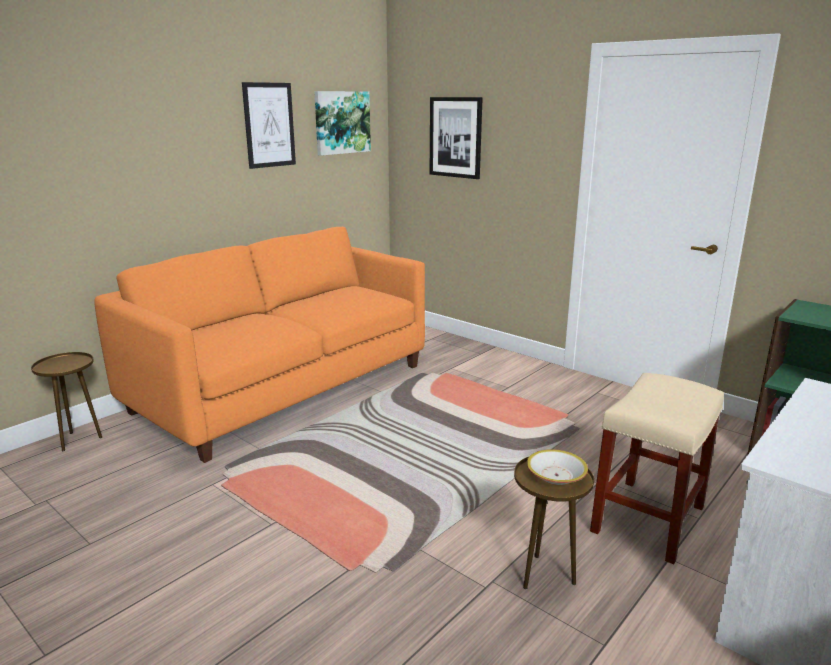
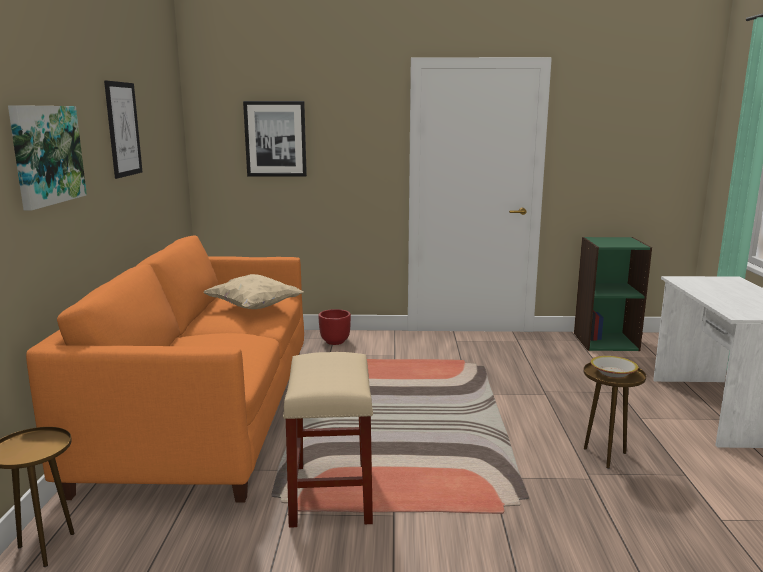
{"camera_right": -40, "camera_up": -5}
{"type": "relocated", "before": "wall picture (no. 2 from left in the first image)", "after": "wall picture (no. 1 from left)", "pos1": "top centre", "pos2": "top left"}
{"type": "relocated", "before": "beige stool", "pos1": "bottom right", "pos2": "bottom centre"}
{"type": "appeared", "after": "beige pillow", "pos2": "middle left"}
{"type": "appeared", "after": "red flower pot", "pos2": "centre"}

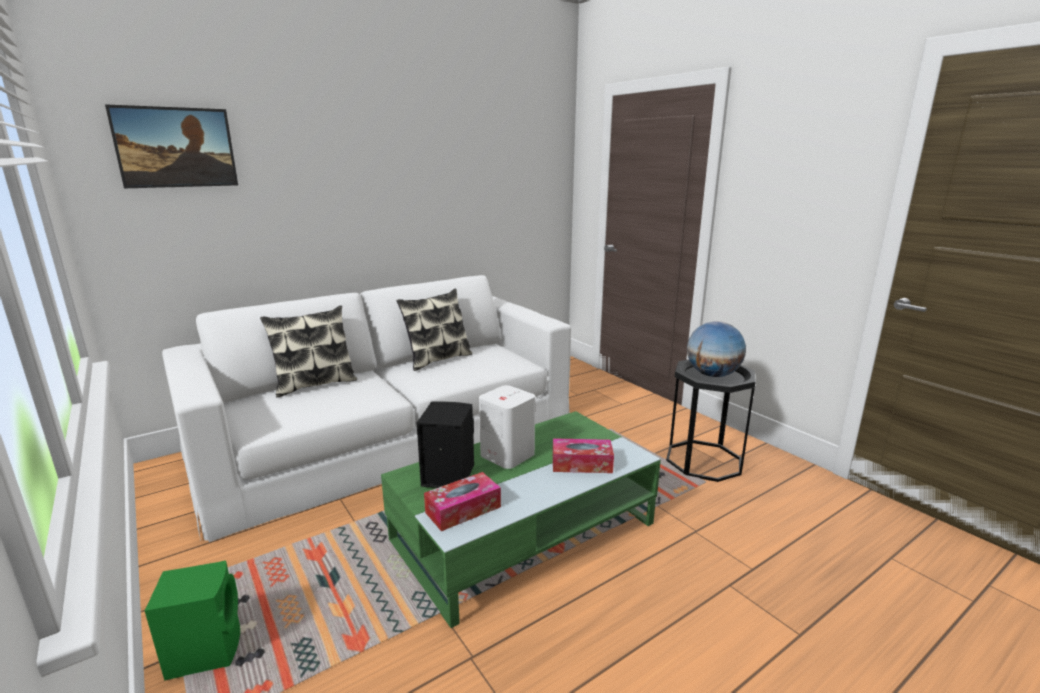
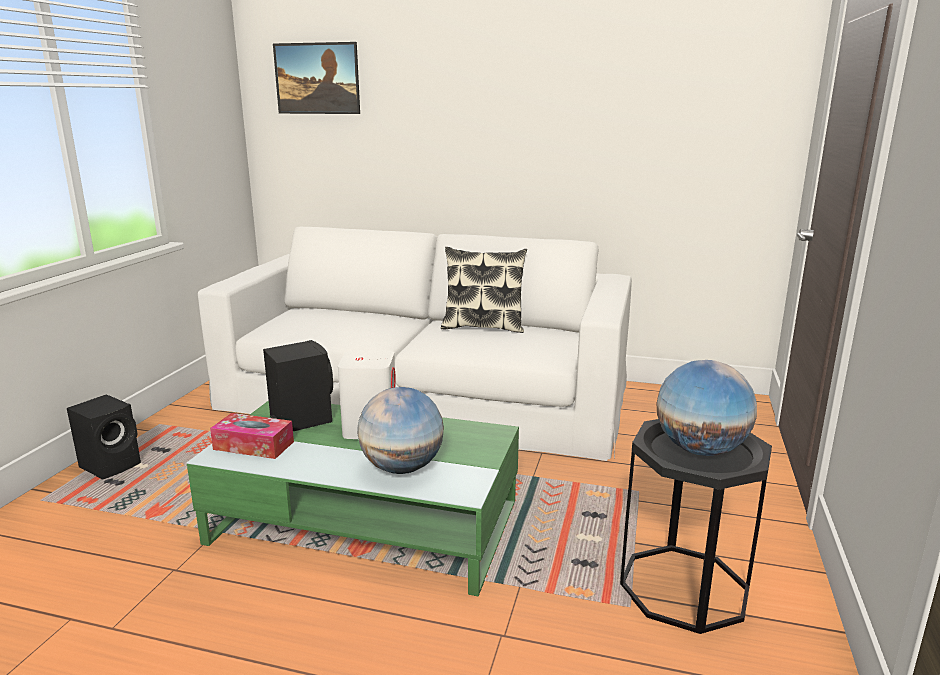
{"camera_right": 50, "camera_up": 0}
{"type": "missing", "before": "pillow (no. 1 from left)", "pos1": "middle left"}
{"type": "exchanged", "before": "tissue holder (no. 2 from left)", "after": "desk globe (no. 1 from left)", "pos1": "centre", "pos2": "centre"}
{"type": "colour", "before": "green loudspeaker", "after": "blackish loudspeaker (no. 1 from left)", "pos1": "bottom left", "pos2": "middle left"}

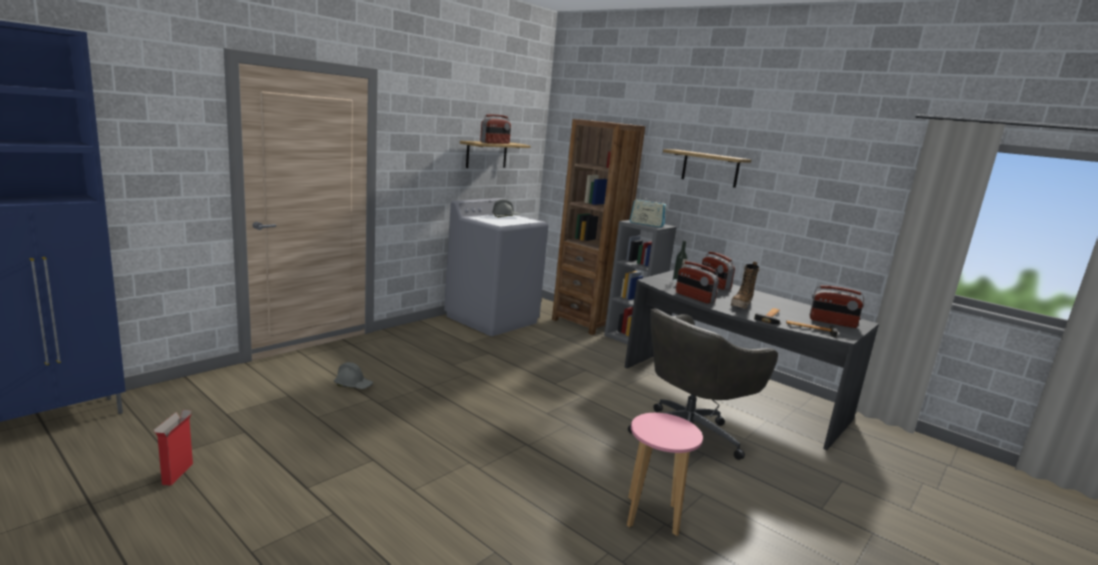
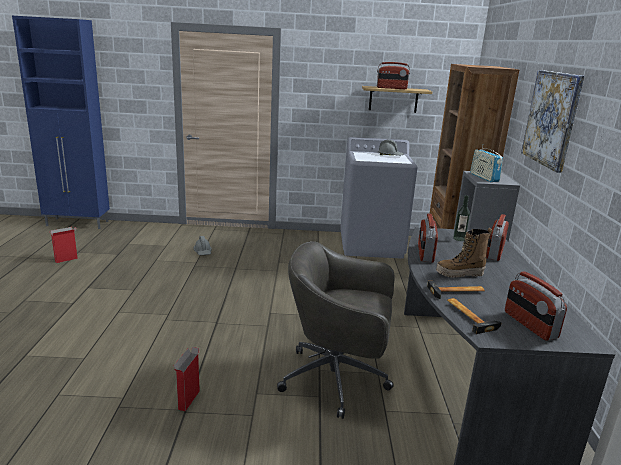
{"camera_right": 50, "camera_up": 5}
{"type": "exchanged", "before": "shelf (no. 2 from left)", "after": "wall picture", "pos1": "top centre", "pos2": "top right"}
{"type": "exchanged", "before": "pink-coloured stool", "after": "cardboard box (no. 2 from left)", "pos1": "bottom centre", "pos2": "bottom left"}

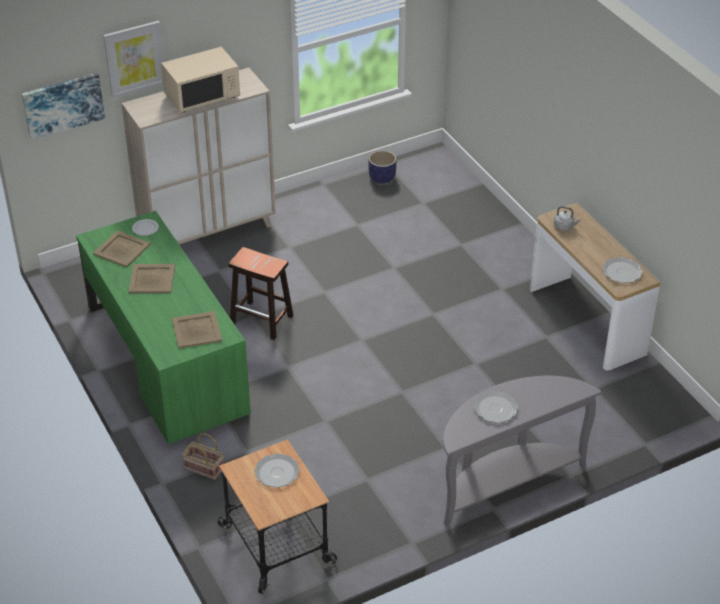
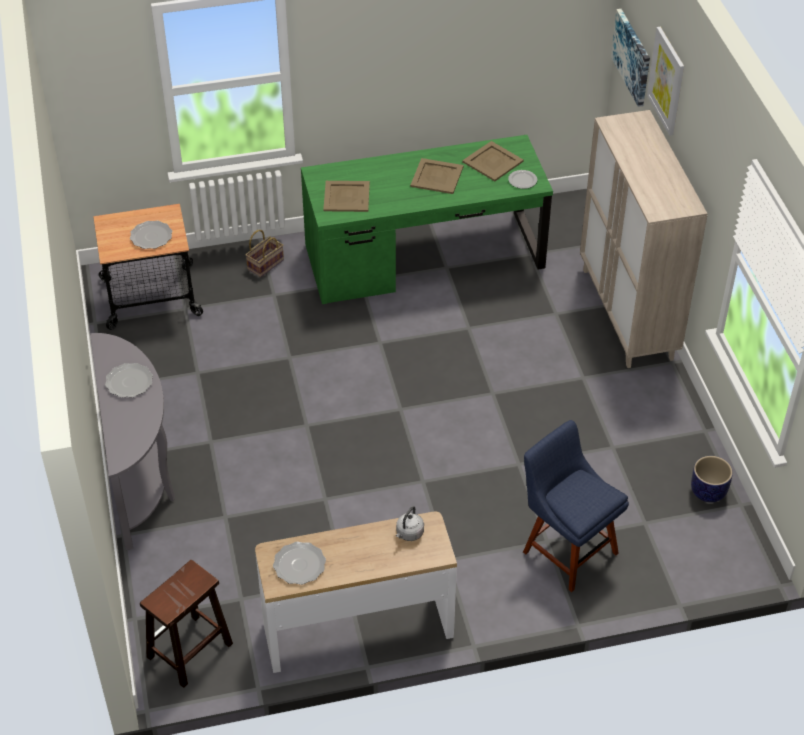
{"camera_right": 105, "camera_up": 5}
{"type": "missing", "before": "beige microwave oven", "pos1": "top left"}
{"type": "relocated", "before": "brownish stool", "pos1": "centre", "pos2": "bottom left"}
{"type": "appeared", "after": "blue-coloured chair", "pos2": "bottom right"}

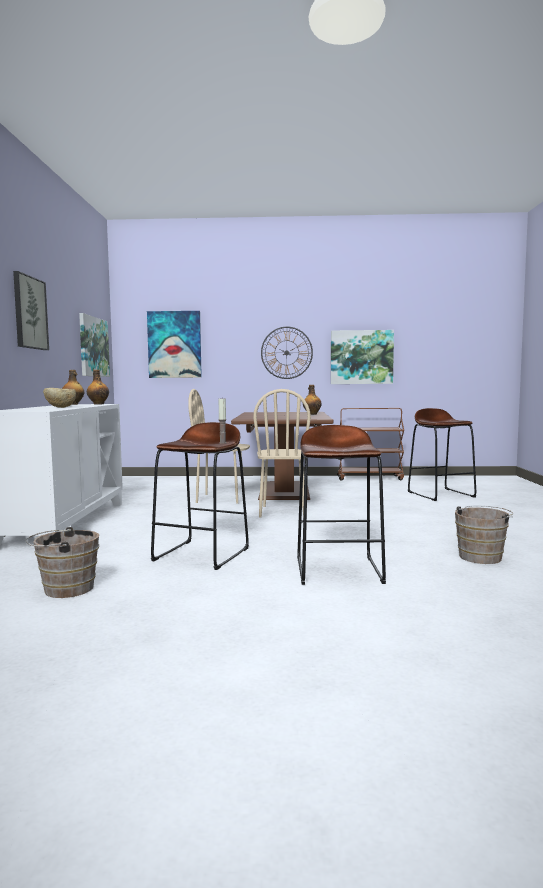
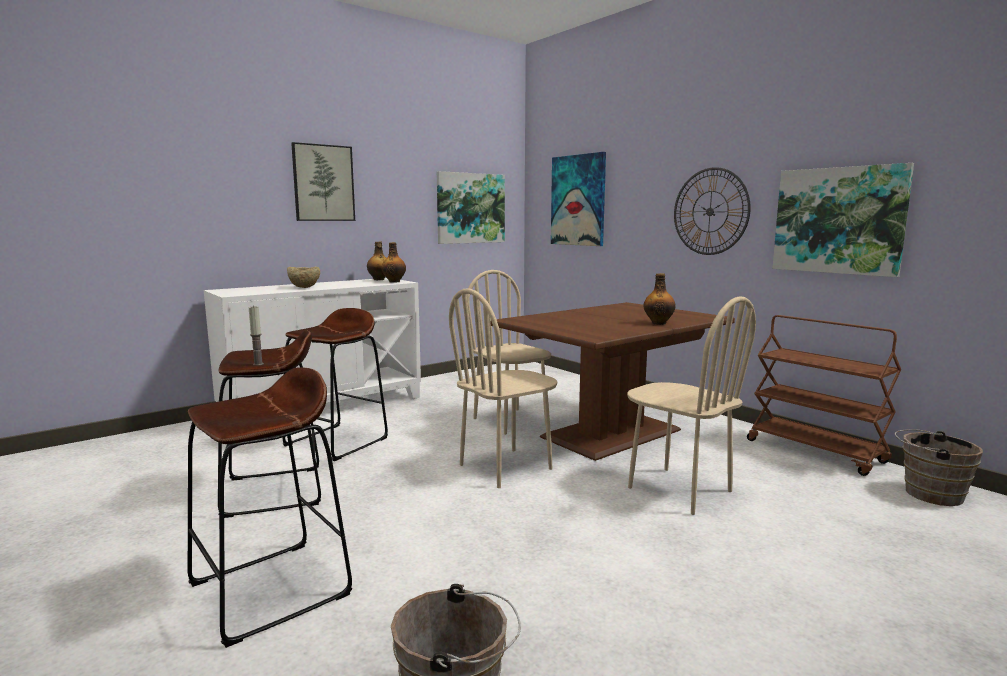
{"camera_right": 50, "camera_up": 5}
{"type": "relocated", "before": "brownish stool (no. 3 from left)", "pos1": "middle right", "pos2": "middle left"}
{"type": "relocated", "before": "brownish water bucket (no. 1 from left in the first image)", "after": "brownish water bucket (no. 2 from left)", "pos1": "middle left", "pos2": "bottom right"}
{"type": "appeared", "after": "beige chair (no. 3 from left)", "pos2": "middle right"}

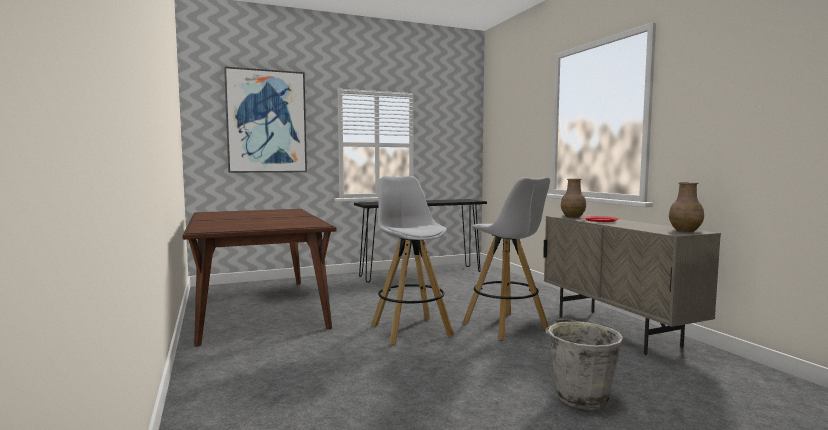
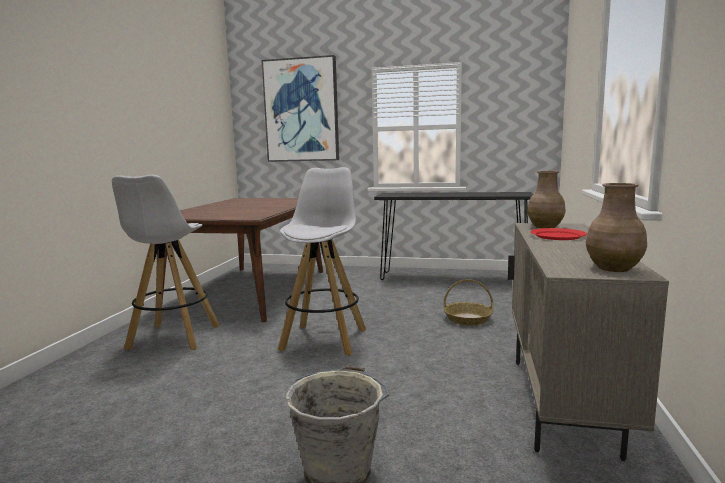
{"camera_right": 35, "camera_up": 5}
{"type": "relocated", "before": "white stool (no. 2 from left in the first image)", "after": "white stool (no. 1 from left)", "pos1": "centre", "pos2": "middle left"}
{"type": "appeared", "after": "household basket", "pos2": "centre"}

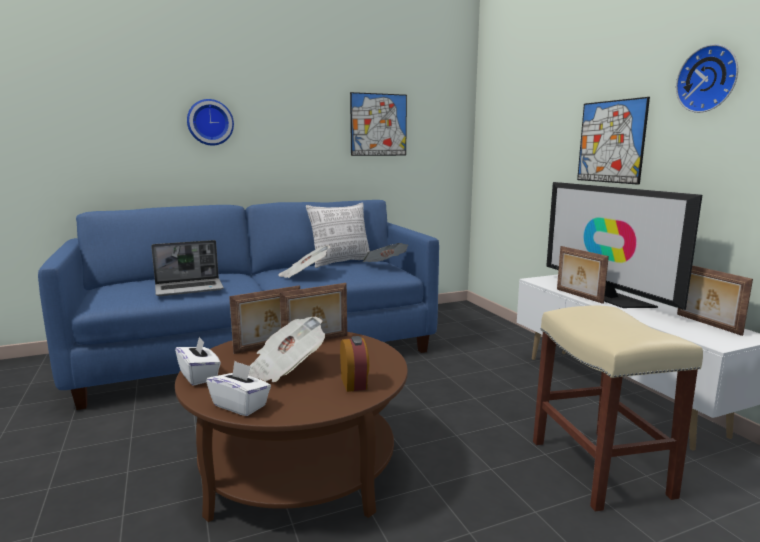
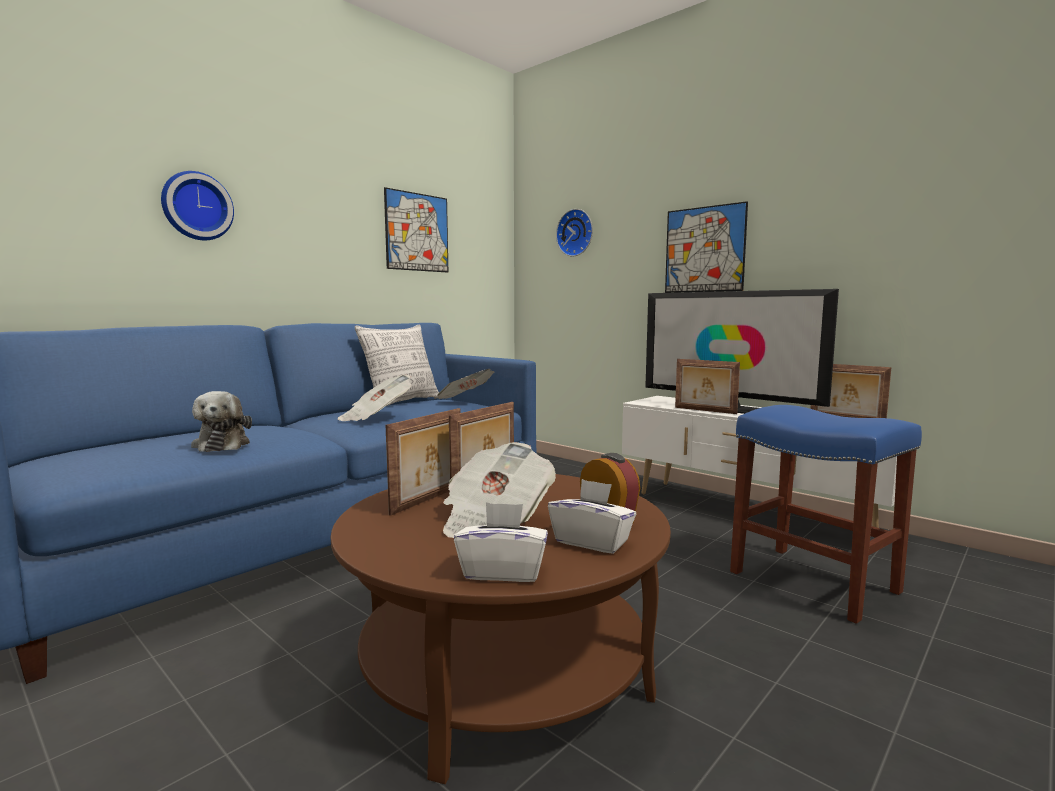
{"camera_right": -25, "camera_up": -5}
{"type": "relocated", "before": "wall clock (no. 2 from left)", "pos1": "top right", "pos2": "top centre"}
{"type": "exchanged", "before": "laptop", "after": "plush toy", "pos1": "middle left", "pos2": "middle left"}
{"type": "colour", "before": "beige stool", "after": "blue-coloured stool", "pos1": "bottom right", "pos2": "middle right"}
{"type": "relocated", "before": "white tissue holder (no. 1 from left in the first image)", "after": "white tissue holder (no. 2 from left)", "pos1": "middle left", "pos2": "centre"}

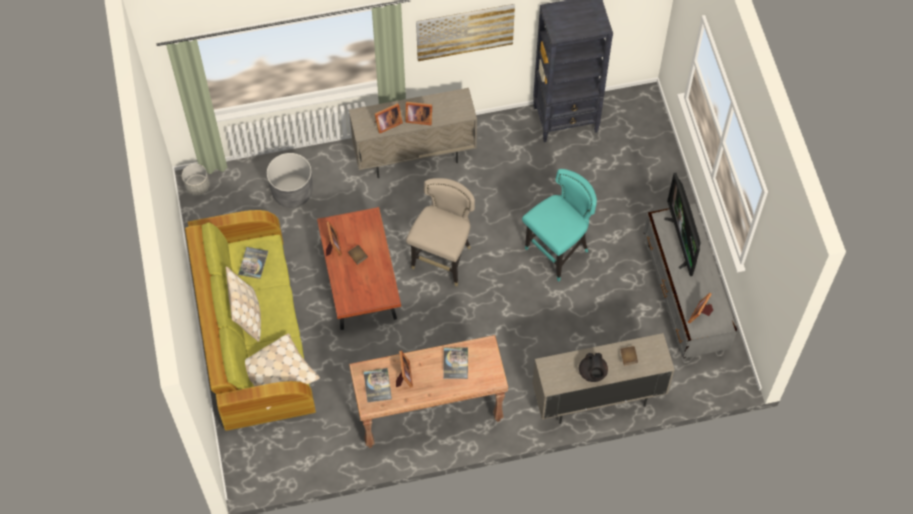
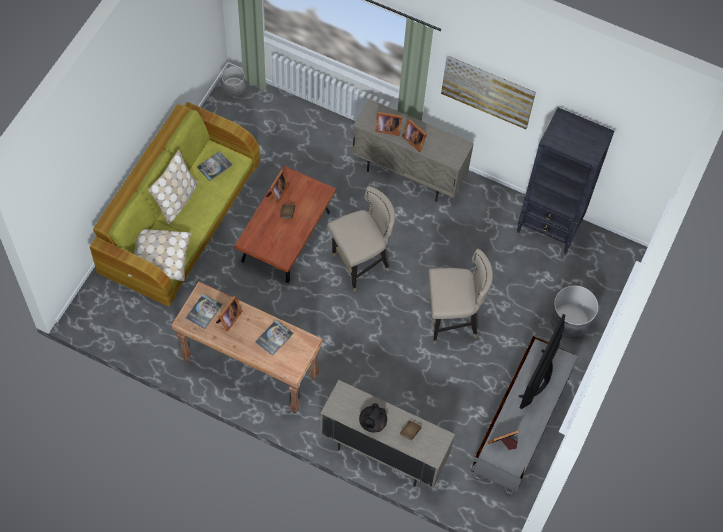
{"camera_right": 35, "camera_up": 0}
{"type": "relocated", "before": "greyish flower pot (no. 2 from left)", "pos1": "middle left", "pos2": "middle right"}
{"type": "colour", "before": "blue-green stool", "after": "beige stool (no. 2 from left)", "pos1": "centre", "pos2": "centre"}

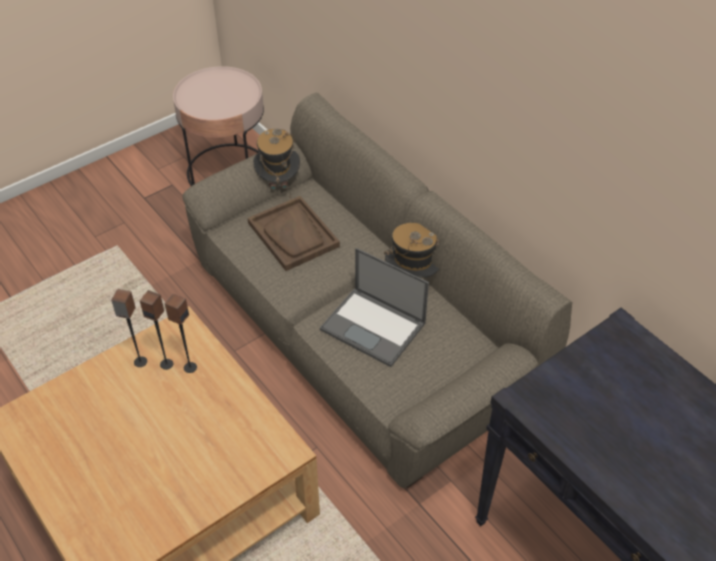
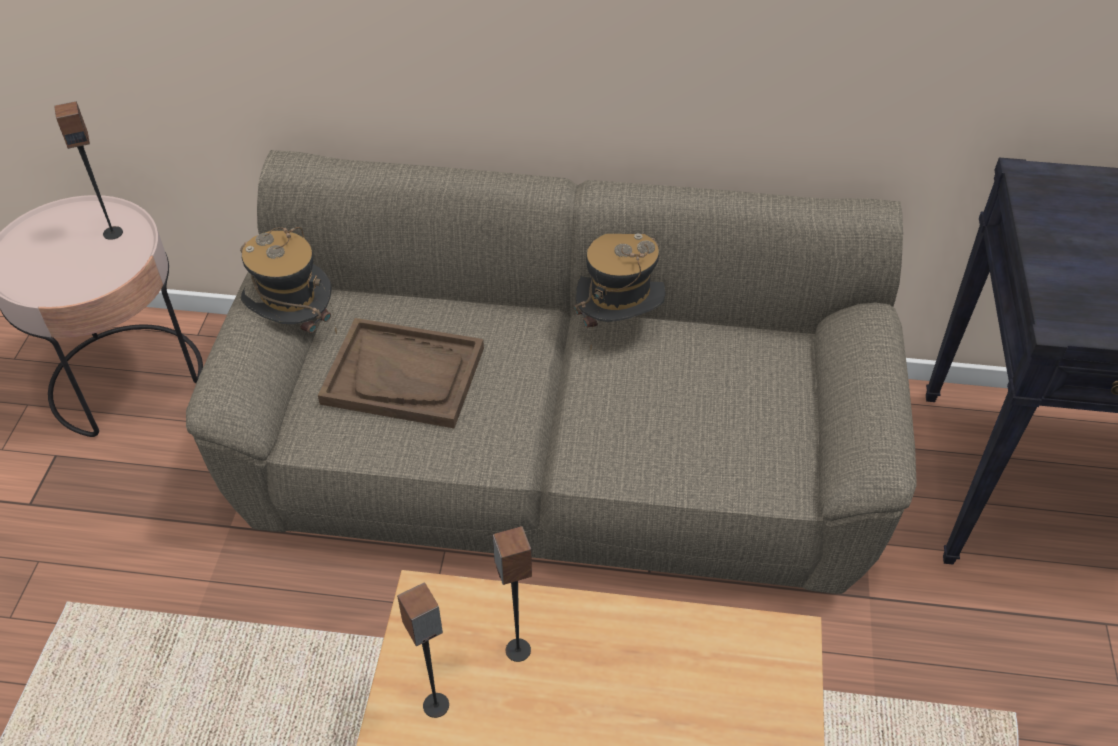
{"camera_right": -45, "camera_up": 0}
{"type": "missing", "before": "laptop", "pos1": "centre"}
{"type": "relocated", "before": "loudspeaker (no. 2 from left in the first image)", "after": "loudspeaker (no. 1 from left)", "pos1": "middle left", "pos2": "top left"}

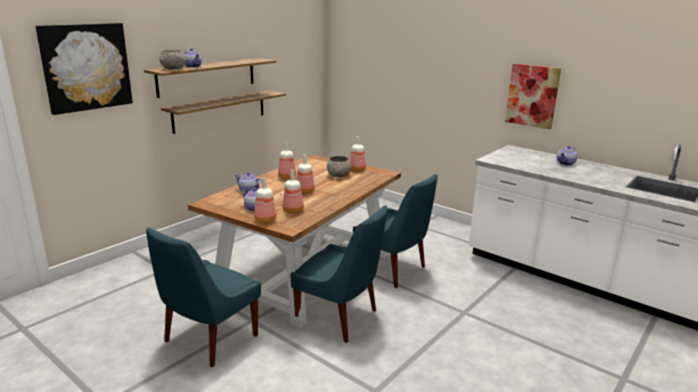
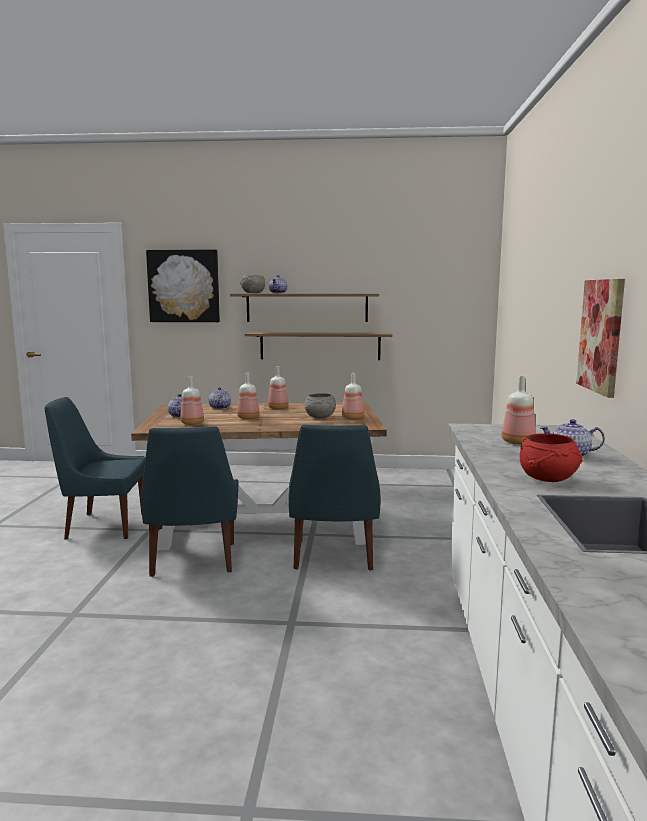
{"camera_right": 55, "camera_up": -10}
{"type": "relocated", "before": "drink bottle (no. 1 from left in the first image)", "after": "drink bottle (no. 5 from left)", "pos1": "centre", "pos2": "middle right"}
{"type": "appeared", "after": "red serving bowl", "pos2": "middle right"}

